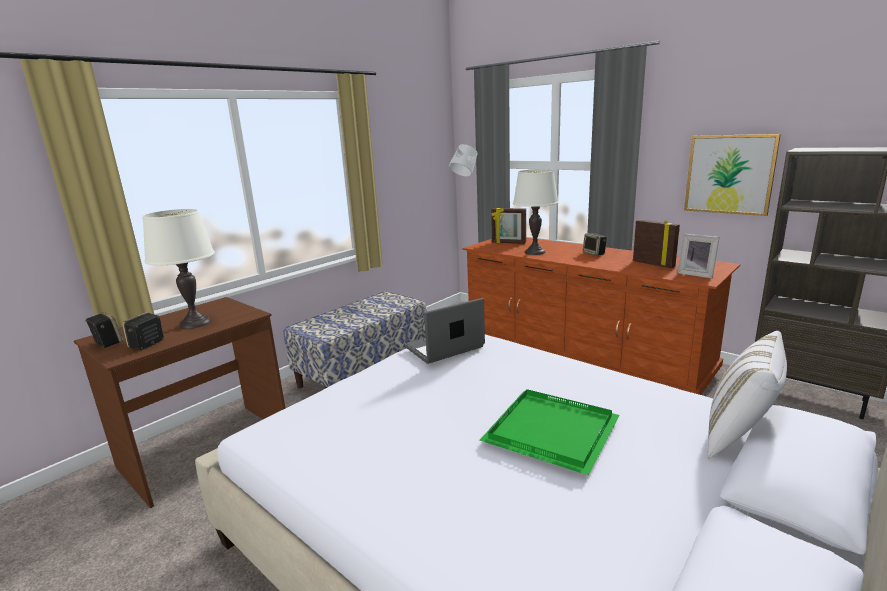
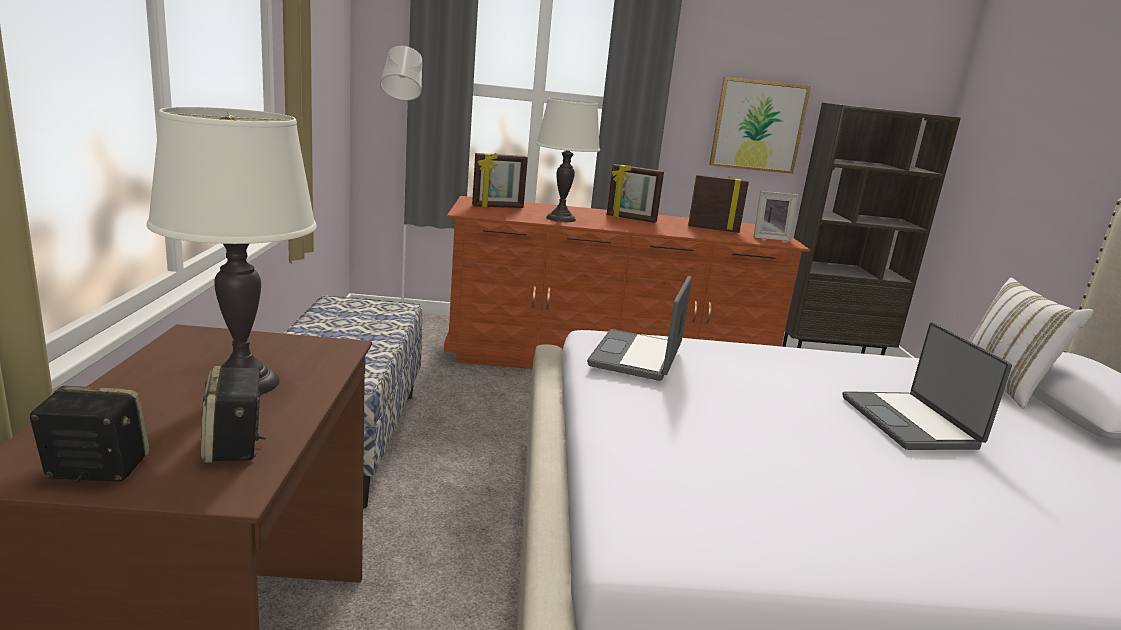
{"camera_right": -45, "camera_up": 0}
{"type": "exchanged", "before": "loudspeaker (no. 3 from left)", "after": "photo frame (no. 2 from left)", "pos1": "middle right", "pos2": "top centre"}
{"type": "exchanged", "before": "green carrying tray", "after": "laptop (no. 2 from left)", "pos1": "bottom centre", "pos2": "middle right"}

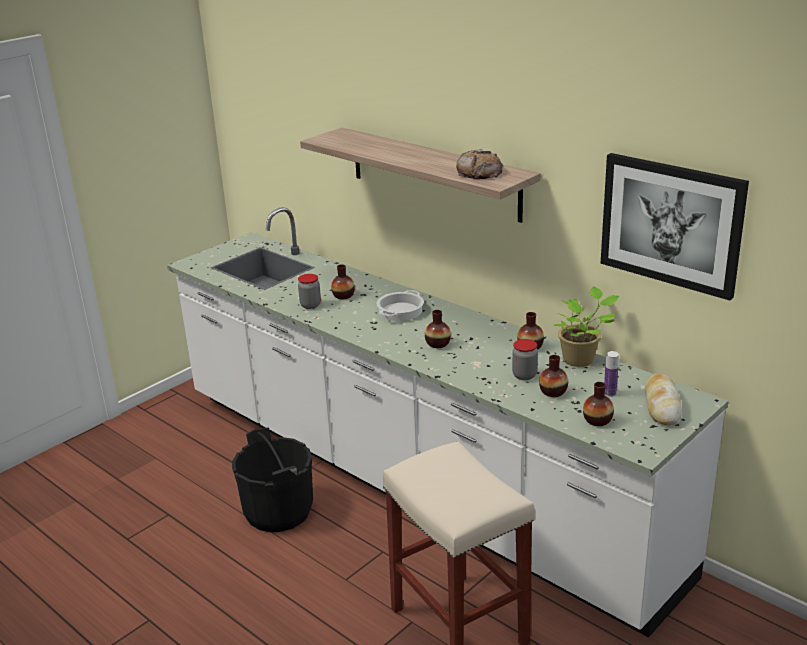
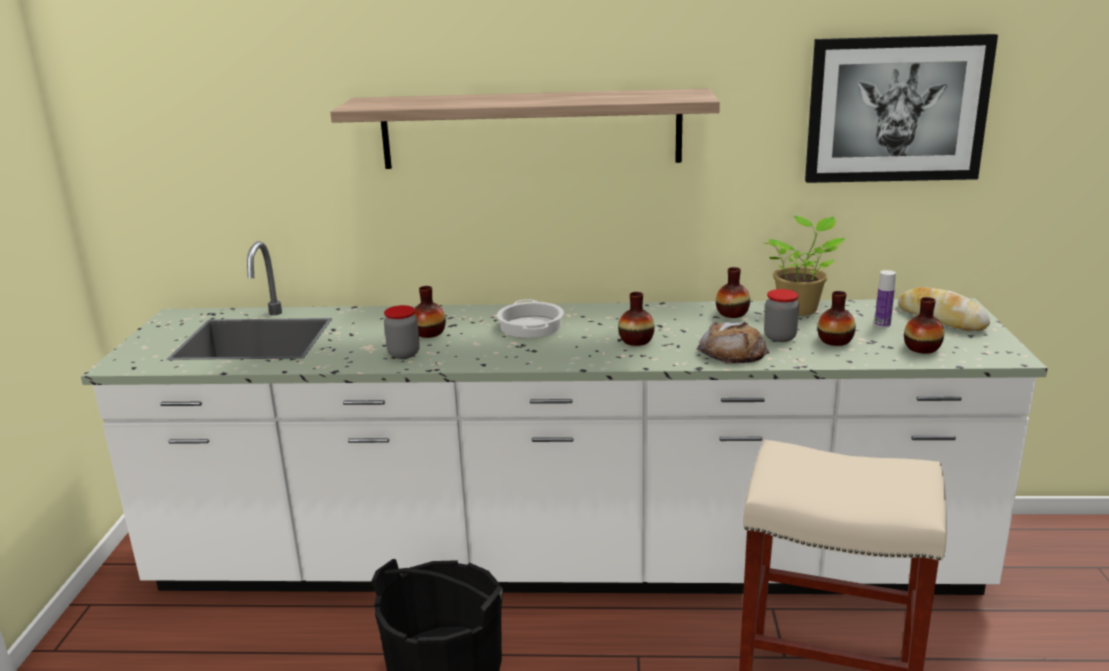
{"camera_right": -40, "camera_up": -5}
{"type": "relocated", "before": "bread (no. 1 from left)", "pos1": "top centre", "pos2": "centre"}

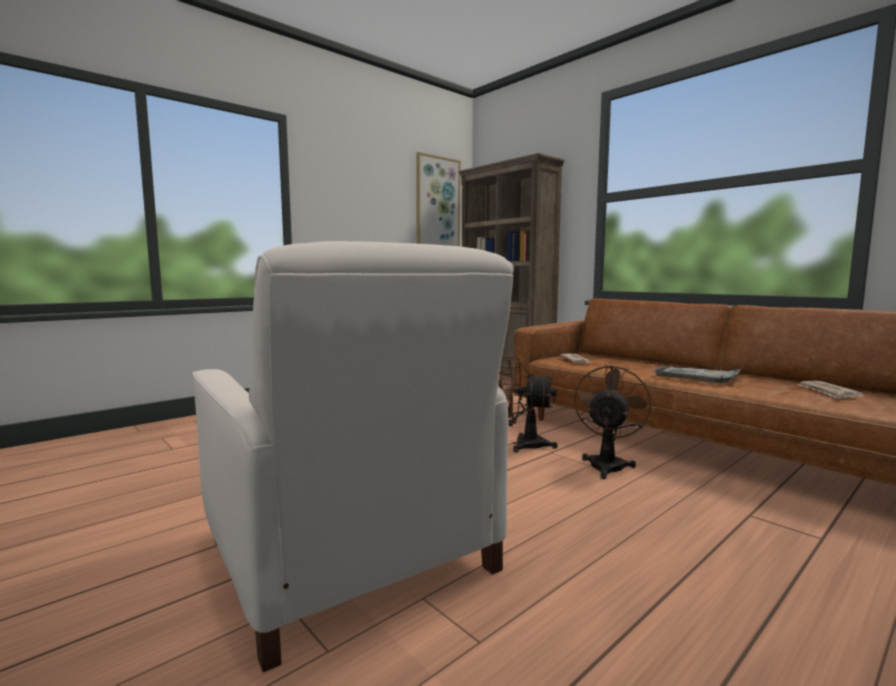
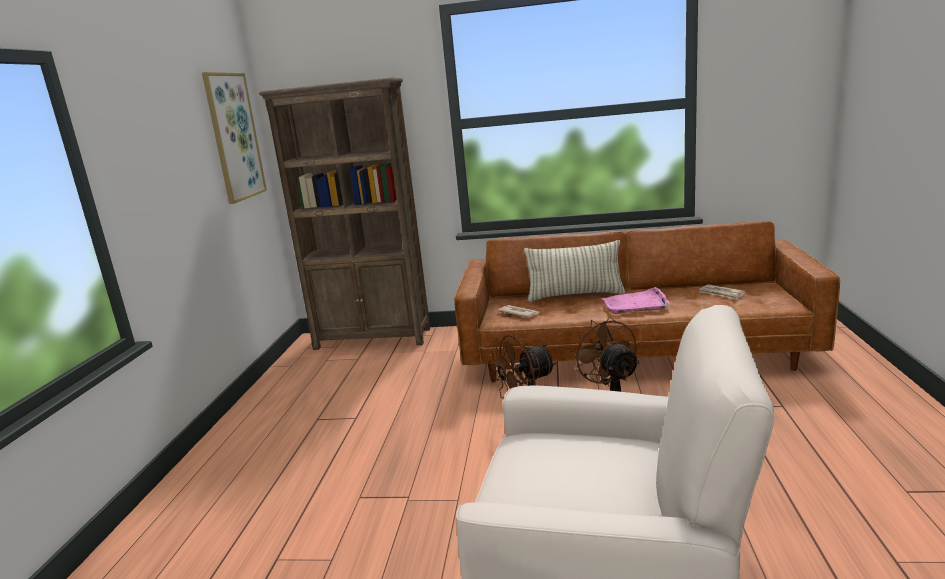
{"camera_right": -40, "camera_up": 10}
{"type": "colour", "before": "greyish carrying tray", "after": "pink-coloured carrying tray", "pos1": "middle right", "pos2": "middle right"}
{"type": "appeared", "after": "pillow", "pos2": "centre"}

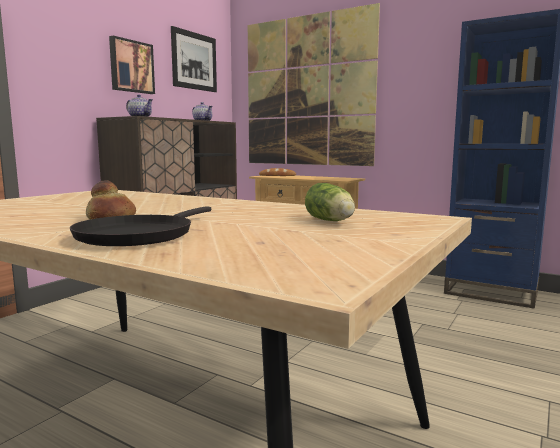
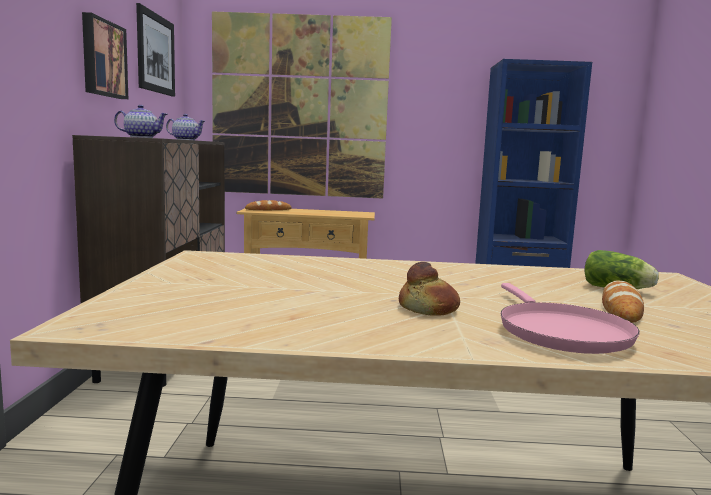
{"camera_right": -30, "camera_up": 0}
{"type": "colour", "before": "blackish skillet", "after": "pink-coloured skillet", "pos1": "middle left", "pos2": "middle right"}
{"type": "appeared", "after": "bread (no. 3 from left)", "pos2": "middle right"}

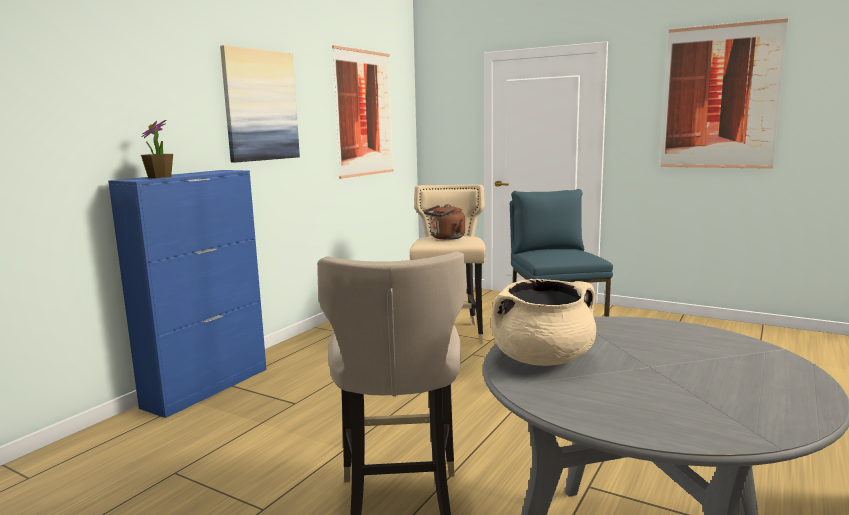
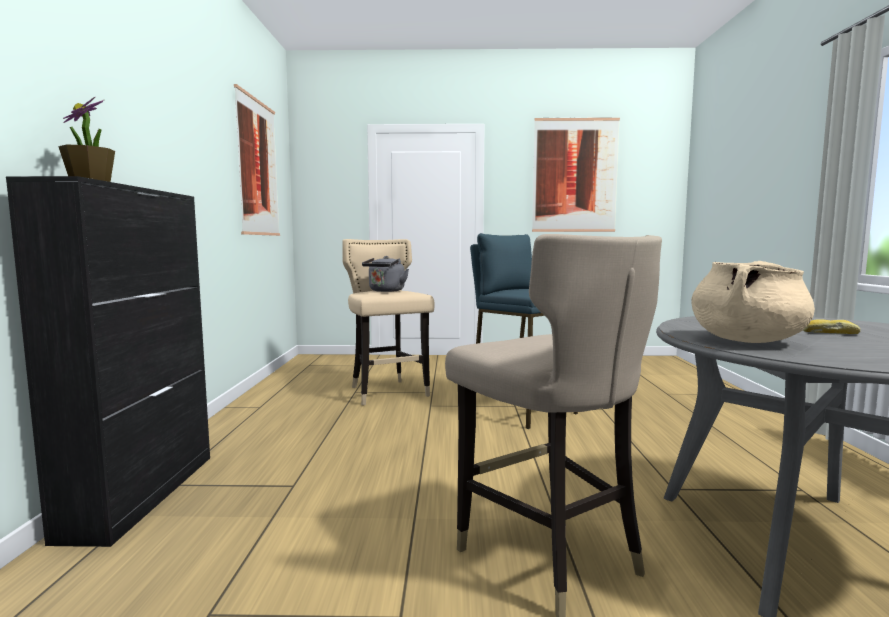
{"camera_right": -30, "camera_up": -5}
{"type": "missing", "before": "wall picture (no. 1 from left)", "pos1": "top left"}
{"type": "colour", "before": "blue-coloured storage cabinet", "after": "blackish storage cabinet", "pos1": "middle left", "pos2": "middle left"}
{"type": "colour", "before": "brownish tea kettle", "after": "greyish tea kettle", "pos1": "centre", "pos2": "centre"}
{"type": "appeared", "after": "bread", "pos2": "middle right"}

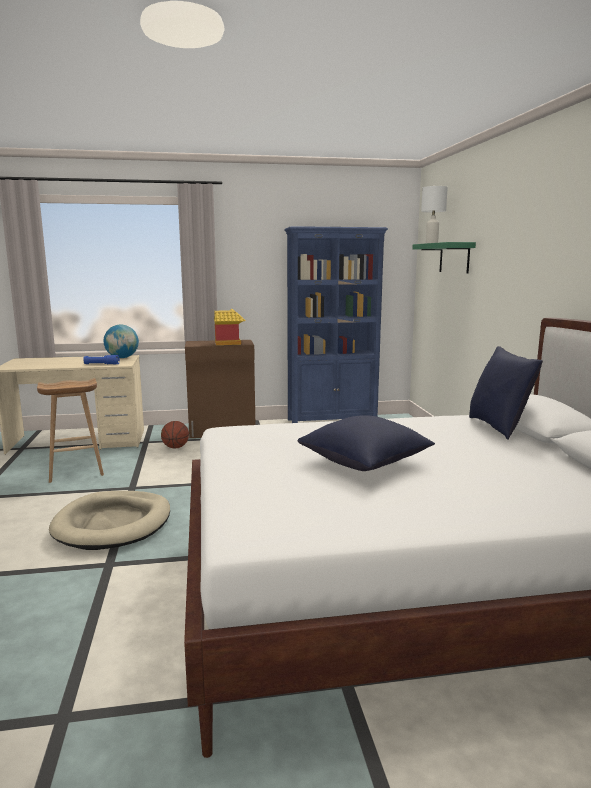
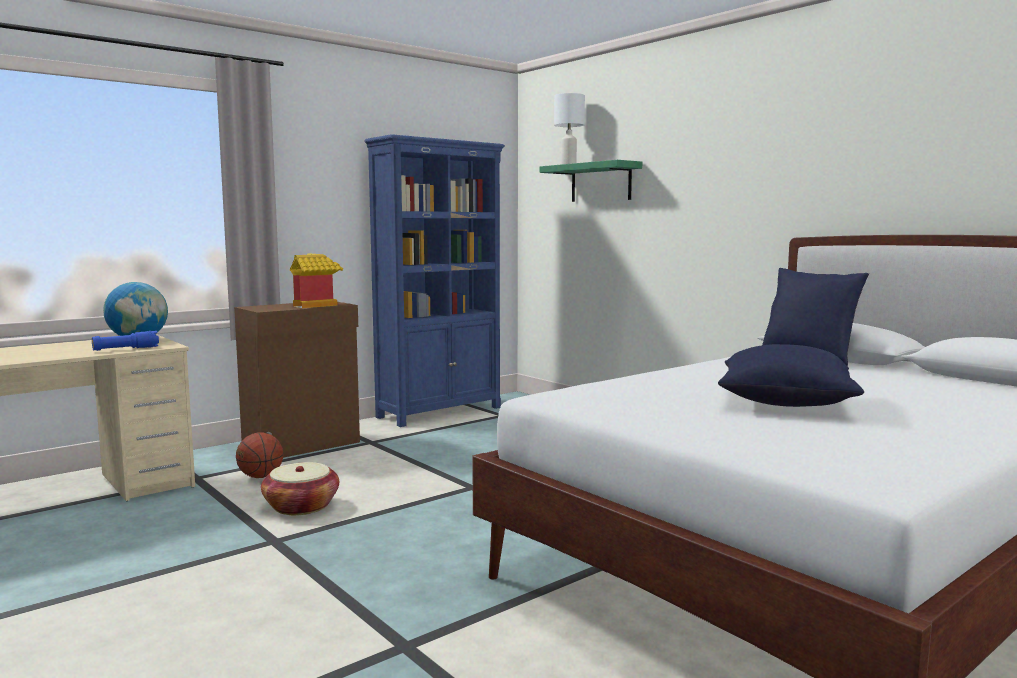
{"camera_right": -30, "camera_up": -5}
{"type": "missing", "before": "brownish stool", "pos1": "middle left"}
{"type": "missing", "before": "beige pet bed", "pos1": "middle left"}
{"type": "appeared", "after": "household basket", "pos2": "bottom left"}

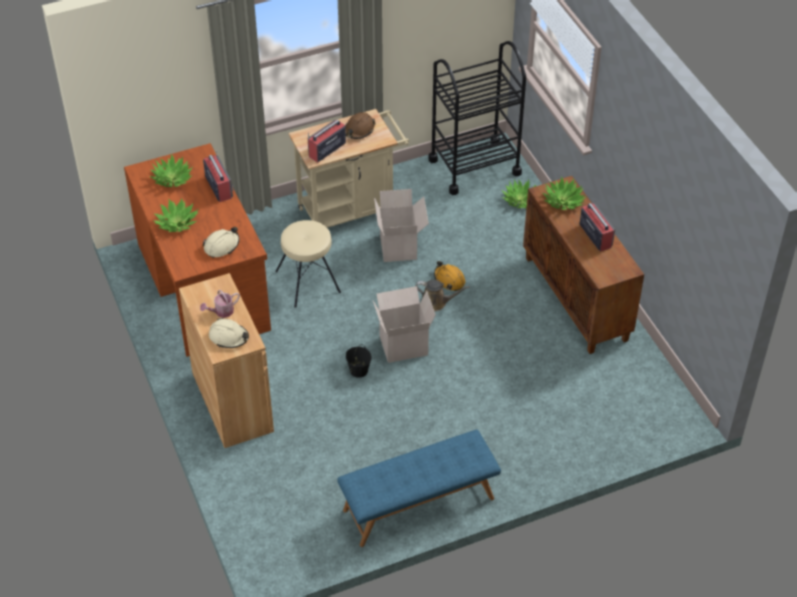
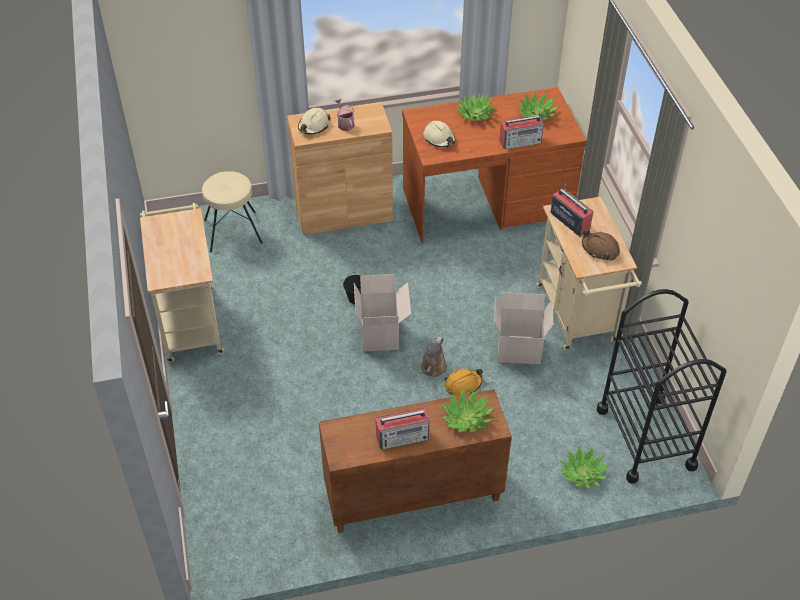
{"camera_right": 100, "camera_up": 0}
{"type": "relocated", "before": "beige stool", "pos1": "centre", "pos2": "middle left"}
{"type": "exchanged", "before": "blue-coloured long seat", "after": "beige trolley (no. 1 from left)", "pos1": "bottom centre", "pos2": "middle left"}

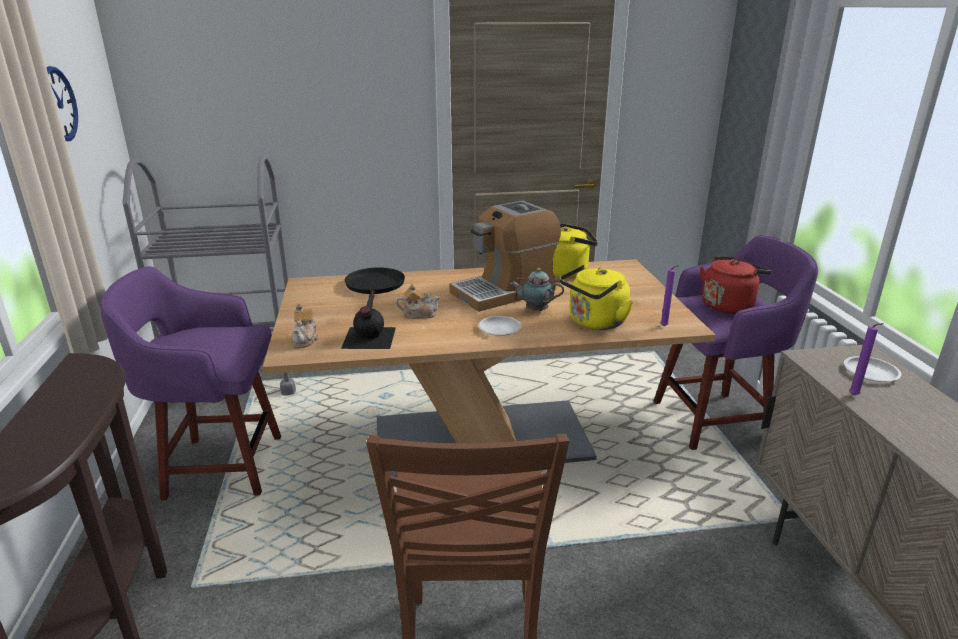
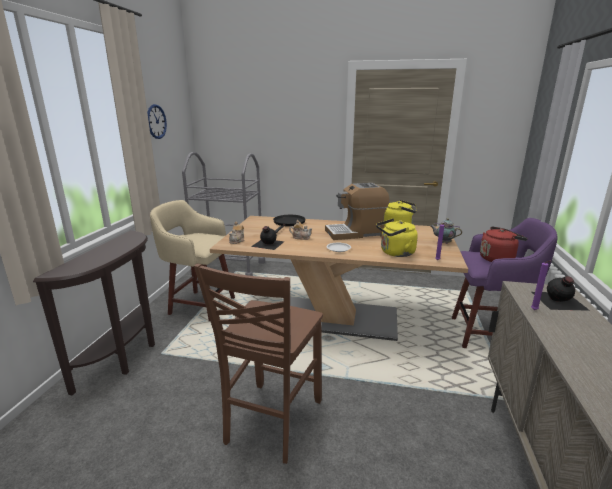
{"camera_right": 20, "camera_up": -5}
{"type": "colour", "before": "purple-coloured stool (no. 1 from left)", "after": "beige stool", "pos1": "middle left", "pos2": "middle left"}
{"type": "relocated", "before": "pot for tea (no. 3 from left)", "pos1": "centre", "pos2": "middle right"}
{"type": "exchanged", "before": "white dinner plate (no. 2 from left)", "after": "blackish drink bottle (no. 2 from left)", "pos1": "middle right", "pos2": "middle right"}

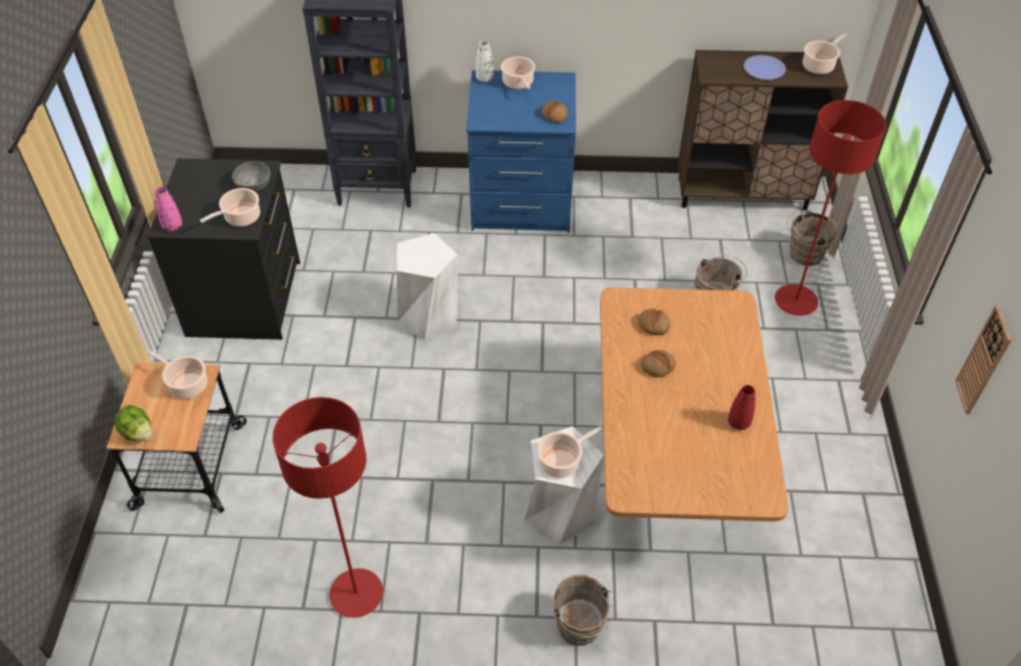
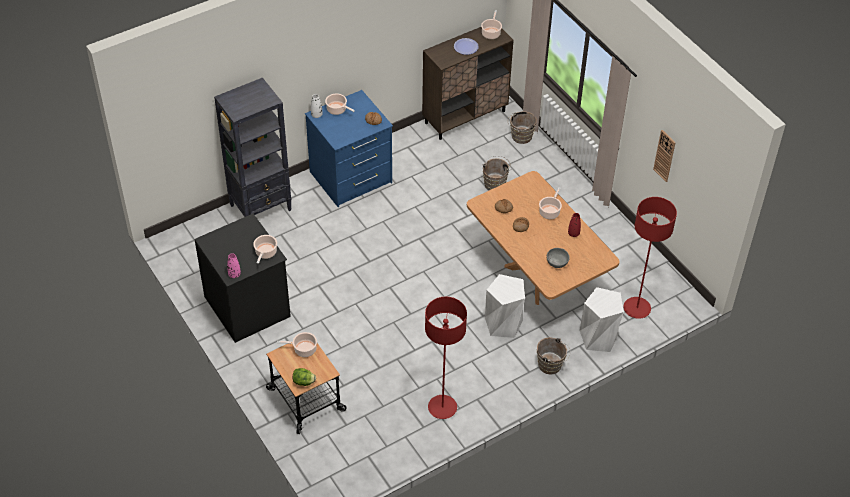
{"camera_right": -35, "camera_up": 0}
{"type": "relocated", "before": "red standing lamp (no. 2 from left)", "pos1": "top right", "pos2": "middle right"}
{"type": "relocated", "before": "greyish serving bowl", "pos1": "top left", "pos2": "centre"}
{"type": "relocated", "before": "white stool (no. 1 from left in the first image)", "after": "white stool (no. 2 from left)", "pos1": "centre", "pos2": "middle right"}
{"type": "relocated", "before": "cooking pot (no. 4 from left in the first image)", "after": "cooking pot (no. 5 from left)", "pos1": "bottom centre", "pos2": "centre"}

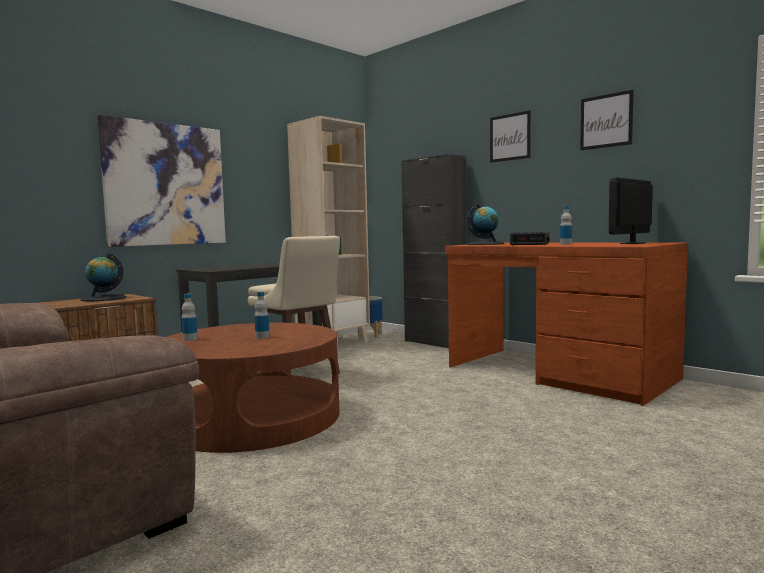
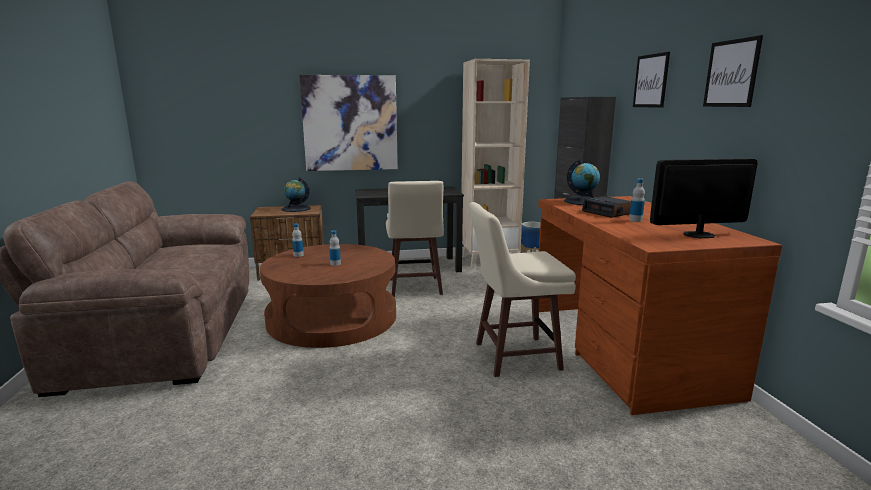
{"camera_right": 35, "camera_up": 10}
{"type": "appeared", "after": "beige stool (no. 2 from left)", "pos2": "centre"}

